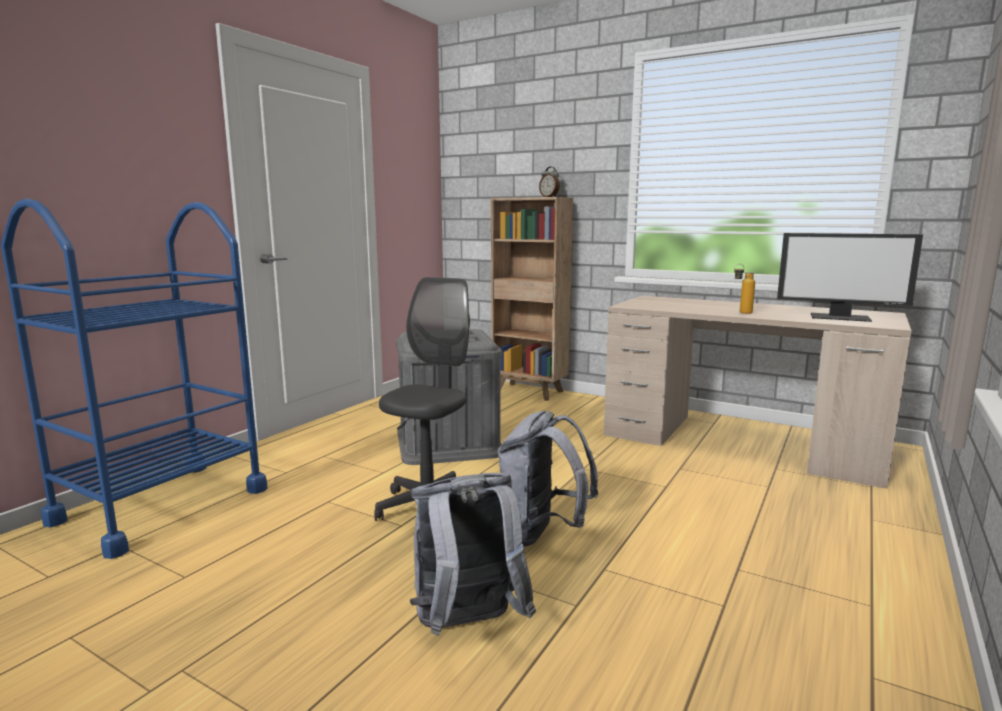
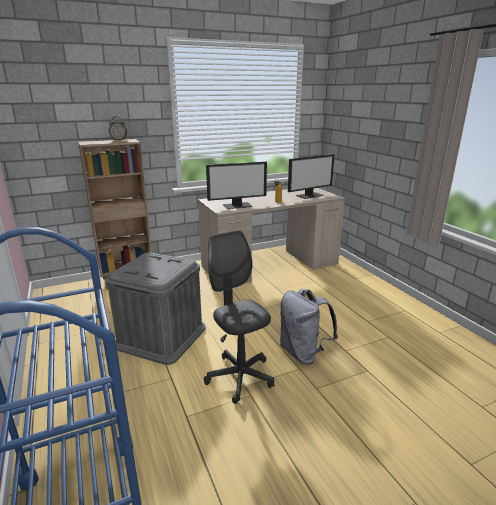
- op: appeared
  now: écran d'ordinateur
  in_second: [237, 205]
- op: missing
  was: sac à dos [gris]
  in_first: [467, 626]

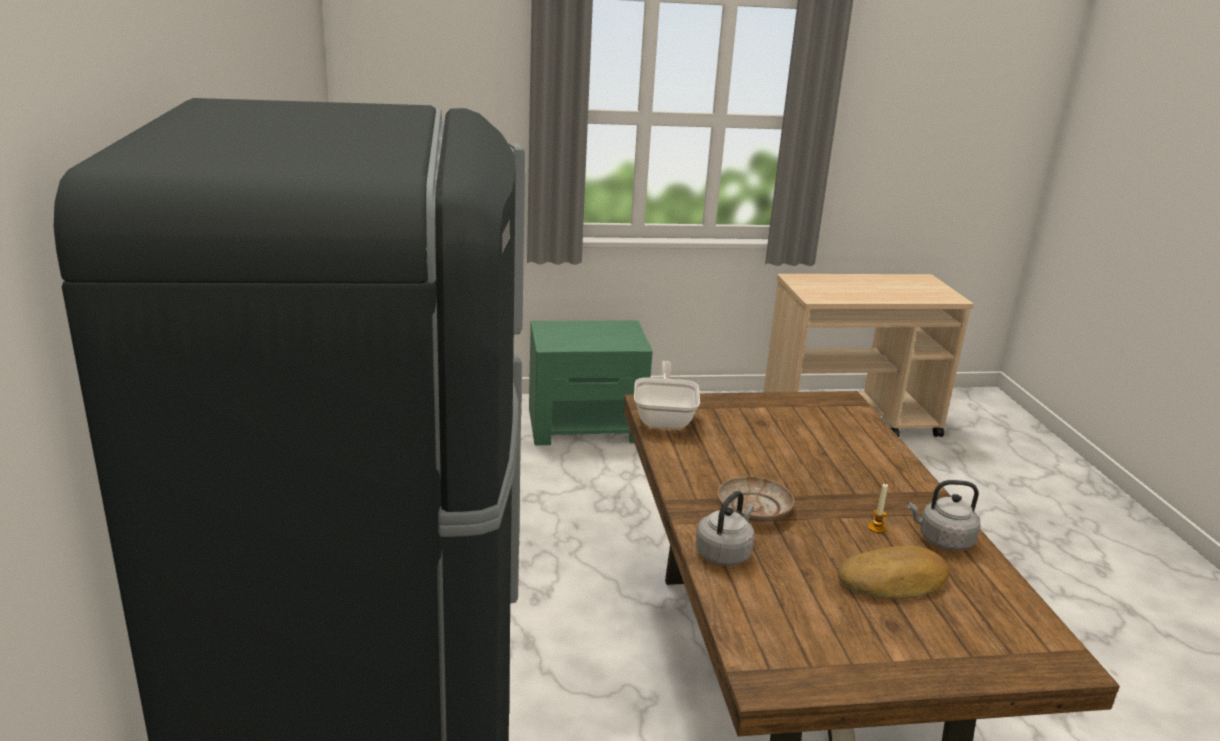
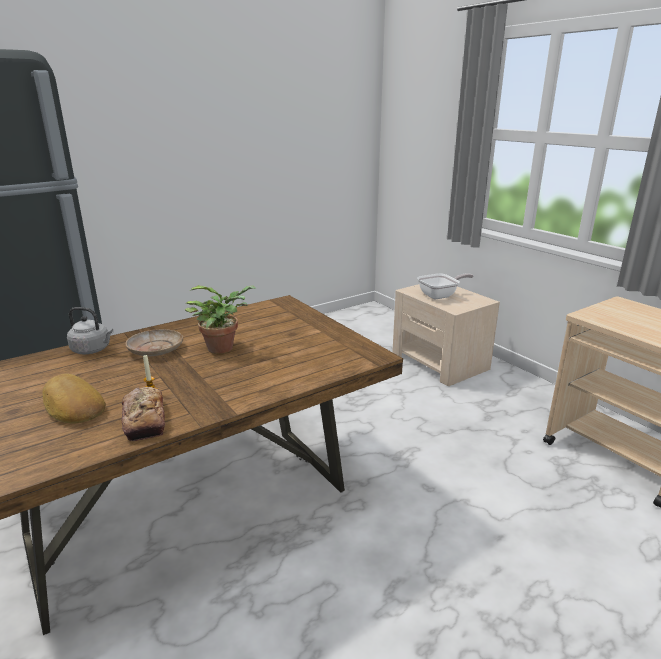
- op: exchanged
  was: bouilloire [gris]
  now: pain
  in_first: [942, 540]
  in_second: [144, 419]
- op: appeared
  now: plante en pot
  in_second: [223, 347]
- op: colour
  was: table de chevet [vert]
  now: table de chevet [beige]
  in_first: [586, 425]
  in_second: [440, 362]
- op: relocated
  was: poêle
  in_first: [665, 418]
  in_second: [441, 295]

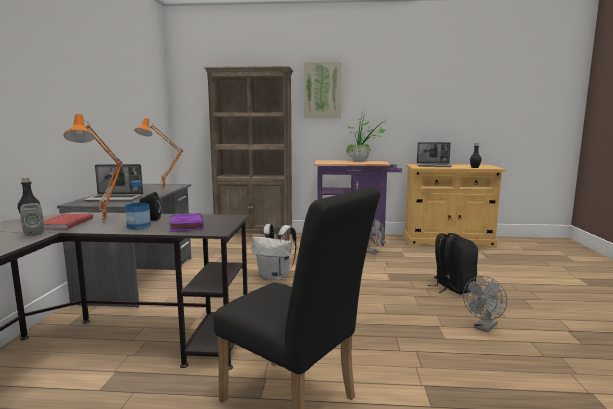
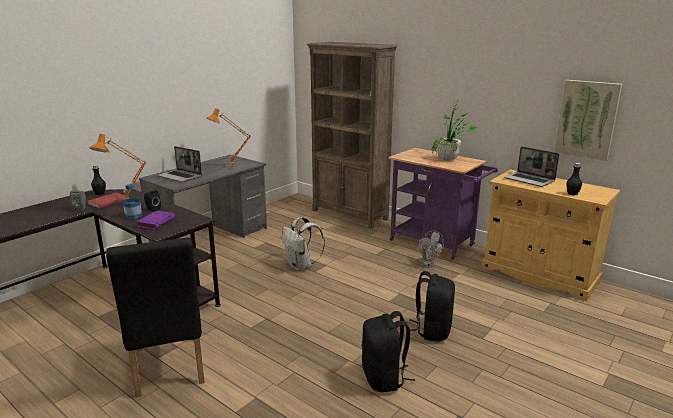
- op: exchanged
  was: ventilateur [gris]
  now: sac à dos [noir]
  in_first: [484, 328]
  in_second: [384, 378]
- op: relocated
  was: tableau
  in_first: [322, 90]
  in_second: [587, 119]

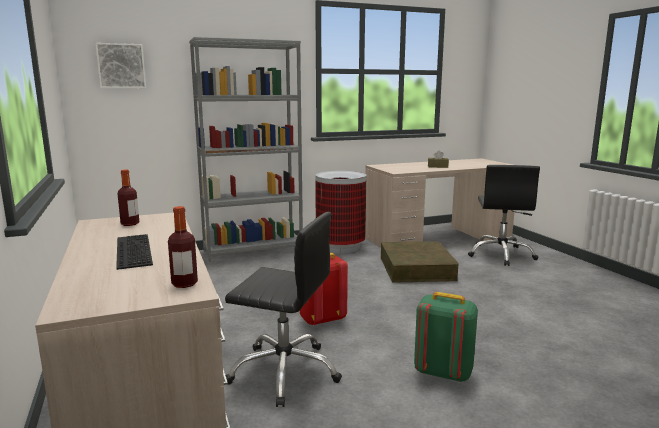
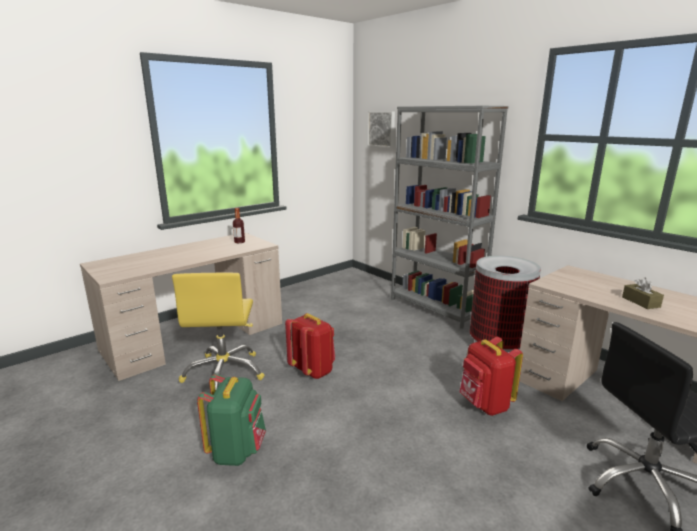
- op: colour
  was: chaise de bureau [noir]
  now: chaise de bureau [jaune]
  in_first: [285, 371]
  in_second: [224, 373]
- op: exchanged
  was: boîte de rangement [marron]
  now: sac à dos [rouge]
  in_first: [416, 268]
  in_second: [484, 405]
- op: missing
  was: clavier
  in_first: [131, 250]
- op: missing
  was: bouteille
  in_first: [184, 284]

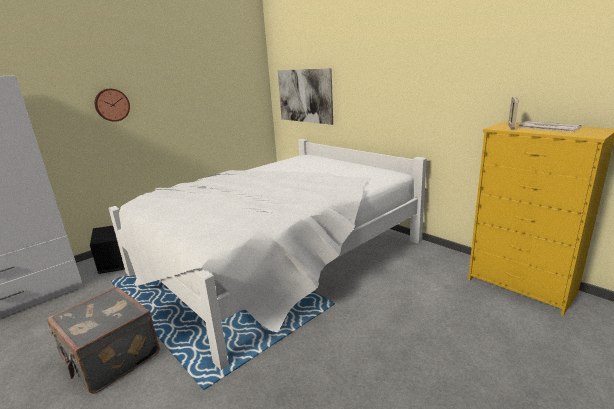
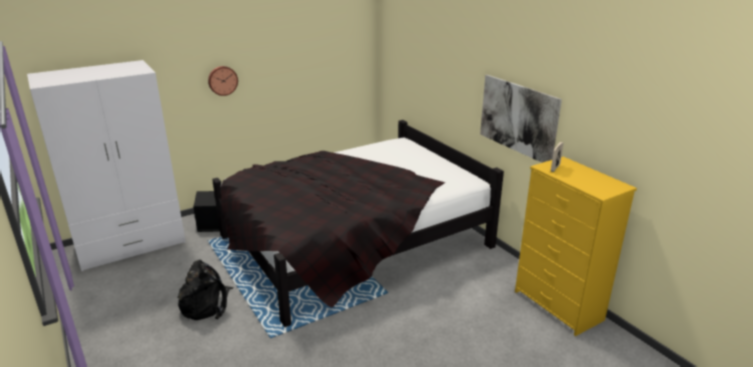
- op: exchanged
  was: valise [gris]
  now: sac à dos [noir]
  in_first: [110, 358]
  in_second: [206, 304]
- op: colour
  was: lit [blanc]
  now: lit [noir]
  in_first: [278, 258]
  in_second: [354, 242]
- op: relocated
  was: tableau
  in_first: [304, 96]
  in_second: [518, 118]
- op: missing
  was: journal
  in_first: [547, 127]

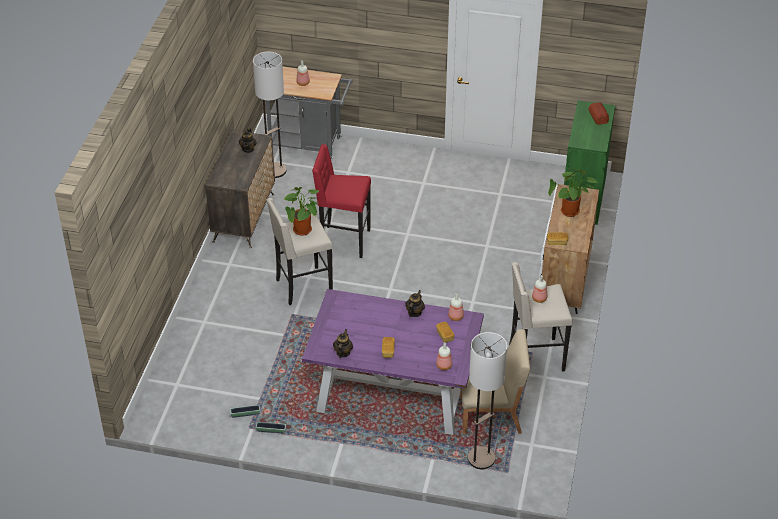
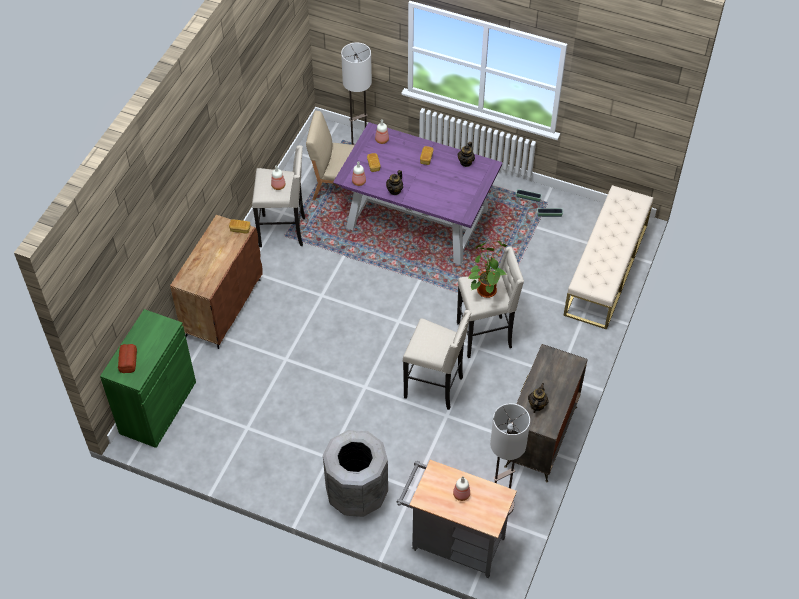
- op: colour
  was: meuble de rangement [blanc]
  now: meuble de rangement [marron]
  in_first: [564, 279]
  in_second: [223, 307]
- op: appeared
  now: poubelle [gris]
  in_second: [356, 494]
- op: colour
  was: tabouret [rouge]
  now: tabouret [beige]
  in_first: [343, 241]
  in_second: [435, 387]
- op: appeared
  now: banc [beige]
  in_second: [606, 269]
- op: missing
  was: plante en pot
  in_first: [570, 213]

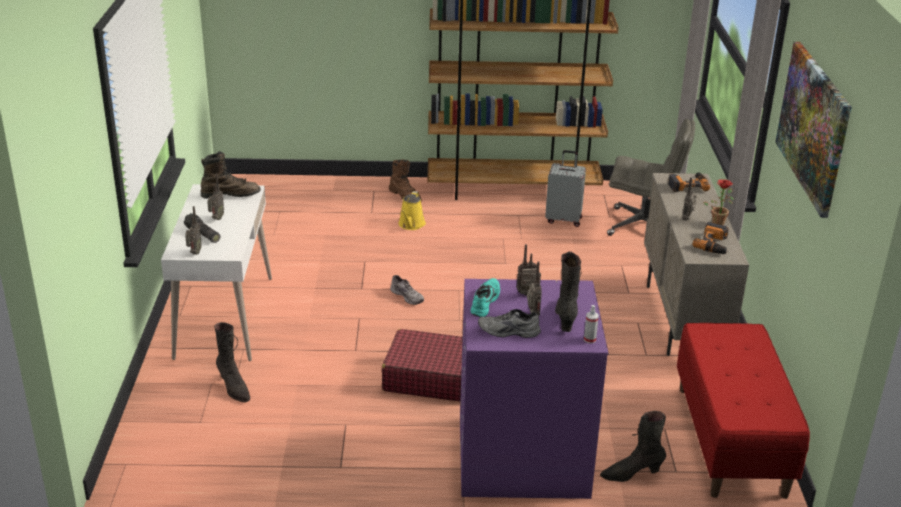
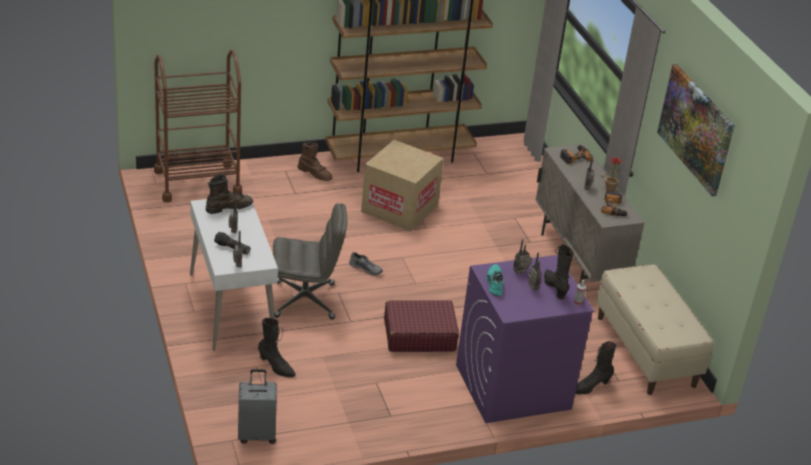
- op: appeared
  now: chariot [marron]
  in_second: [197, 182]
- op: relocated
  was: valise [gris]
  in_first: [564, 219]
  in_second: [257, 435]
- op: relocated
  was: chaise de bureau [gris]
  in_first: [643, 226]
  in_second: [305, 300]
- op: appeared
  now: carton
  in_second: [399, 208]
- op: colour
  was: banc [rouge]
  now: banc [beige]
  in_first: [731, 440]
  in_second: [646, 351]
- op: missing
  was: arrosoir [jaune]
  in_first: [411, 225]
- op: missing
  was: chaussure [gris]
  in_first: [508, 332]

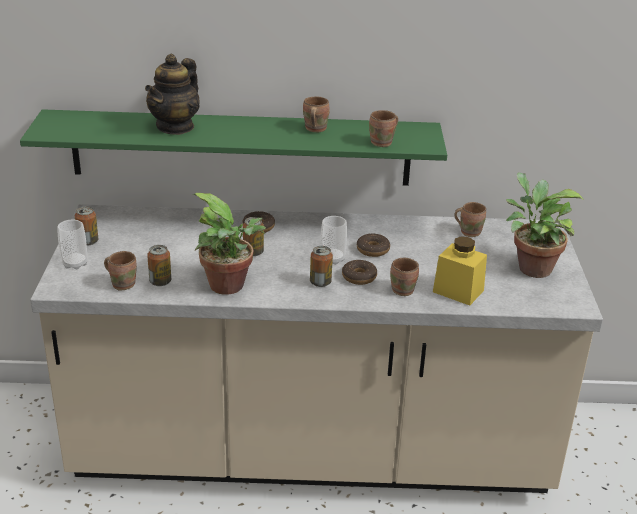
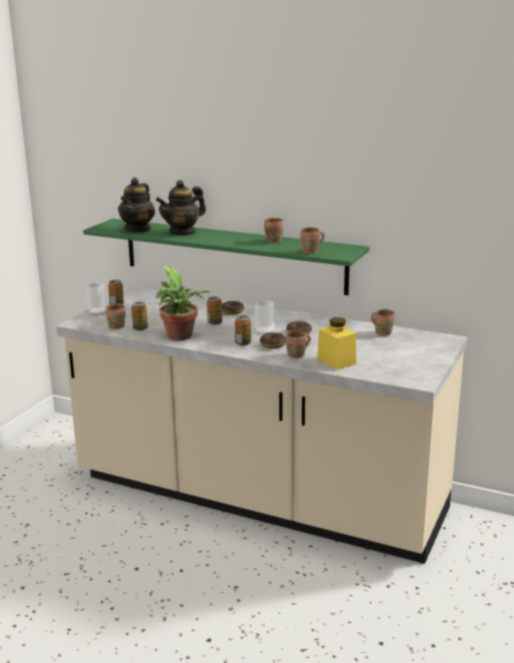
- op: appeared
  now: théière
  in_second: [138, 229]
- op: missing
  was: plante en pot
  in_first: [530, 267]

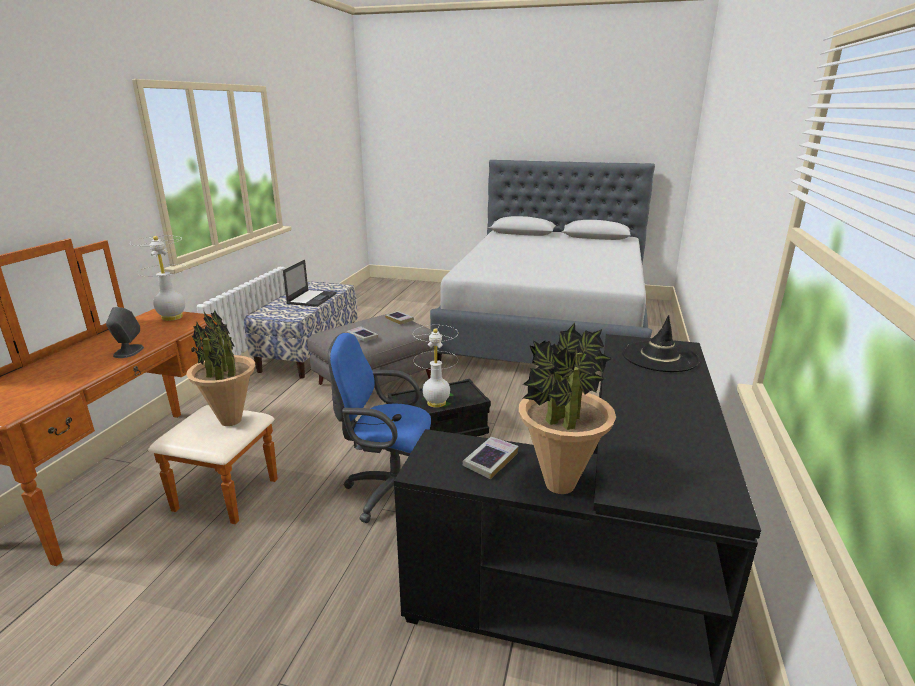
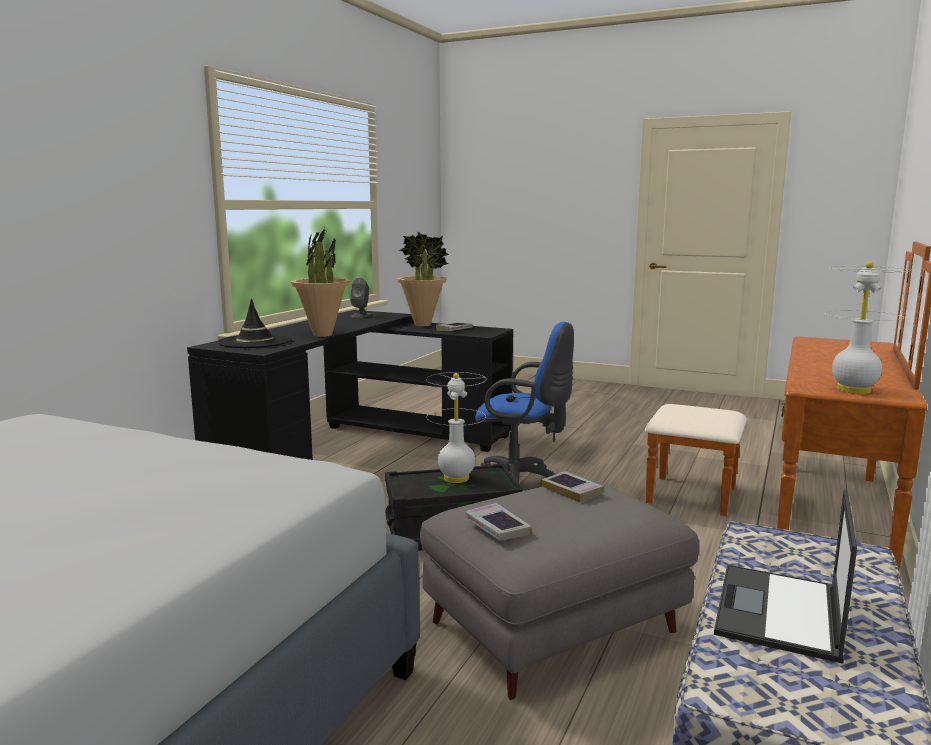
- op: relocated
  was: plante en pot
  in_first: [231, 421]
  in_second: [322, 335]
- op: relocated
  was: enceinte [gris]
  in_first: [128, 351]
  in_second: [361, 315]

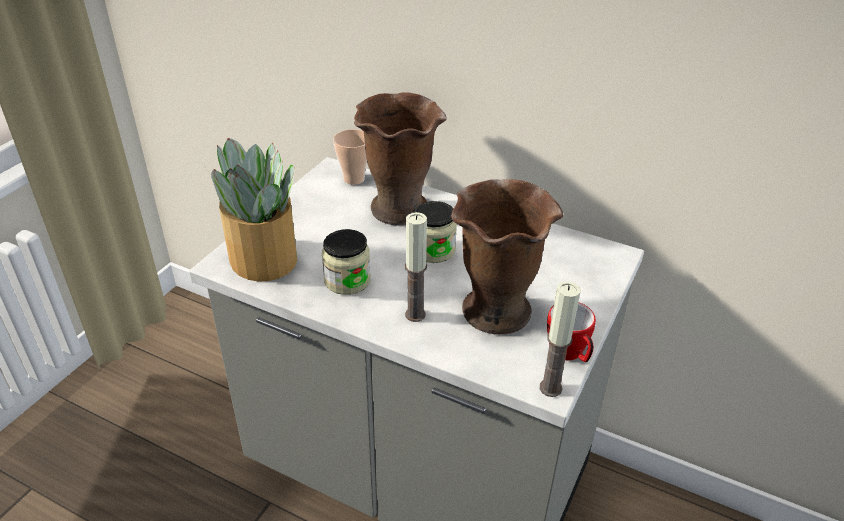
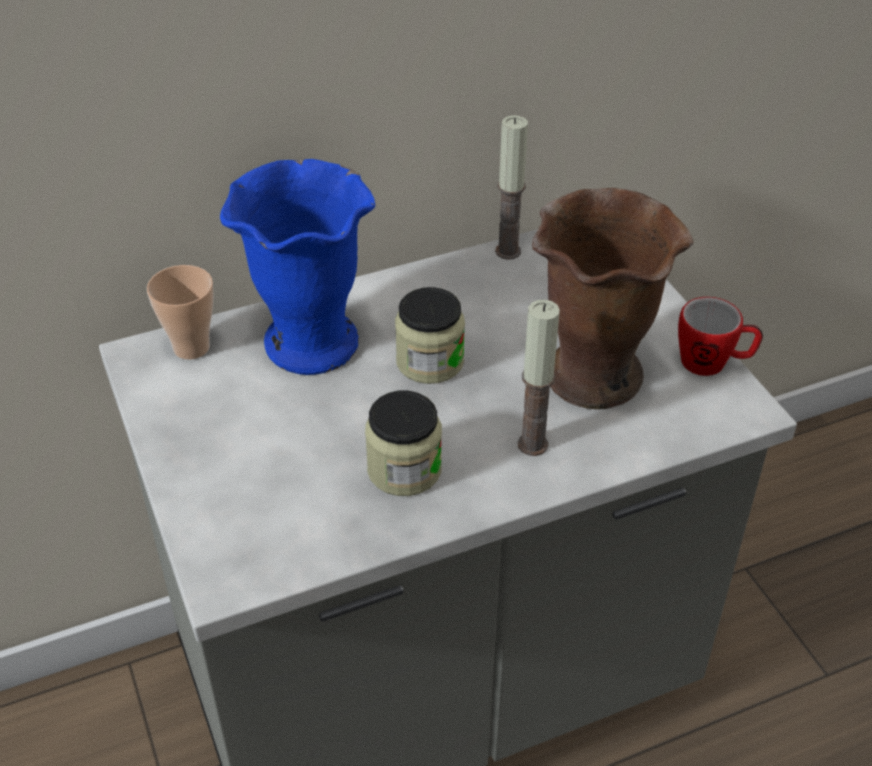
- op: colour
  was: vase [marron]
  now: vase [bleu]
  in_first: [400, 208]
  in_second: [311, 342]
- op: relocated
  was: bougie
  in_first: [550, 388]
  in_second: [508, 251]
- op: missing
  was: plante en pot
  in_first: [263, 260]

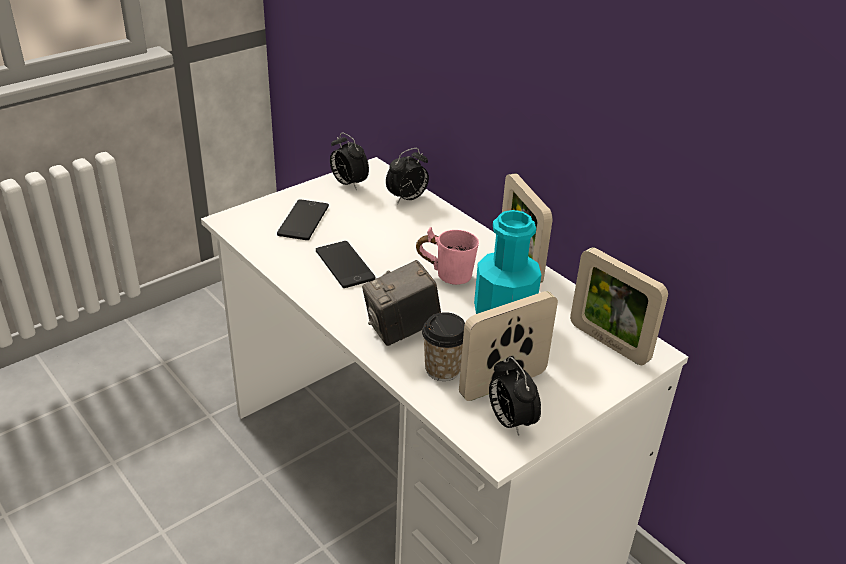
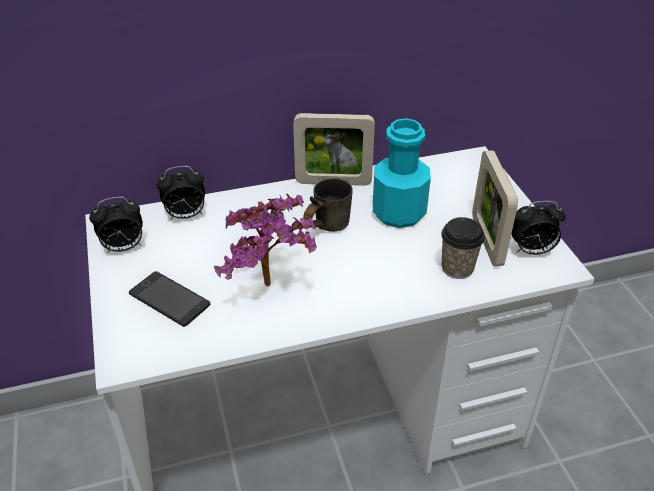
- op: spun
  was: réveil
  in_first: [407, 199]
  in_second: [185, 216]
  clockwise: 90
- op: exchanged
  was: téléphone
  now: plante en pot
  in_first: [344, 265]
  in_second: [272, 288]
- op: colour
  was: mug [rose]
  now: mug [gris]
  in_first: [447, 273]
  in_second: [324, 226]
- op: missing
  was: appareil photo
  in_first: [402, 330]
- op: missing
  was: cadre photo
  in_first: [608, 343]

